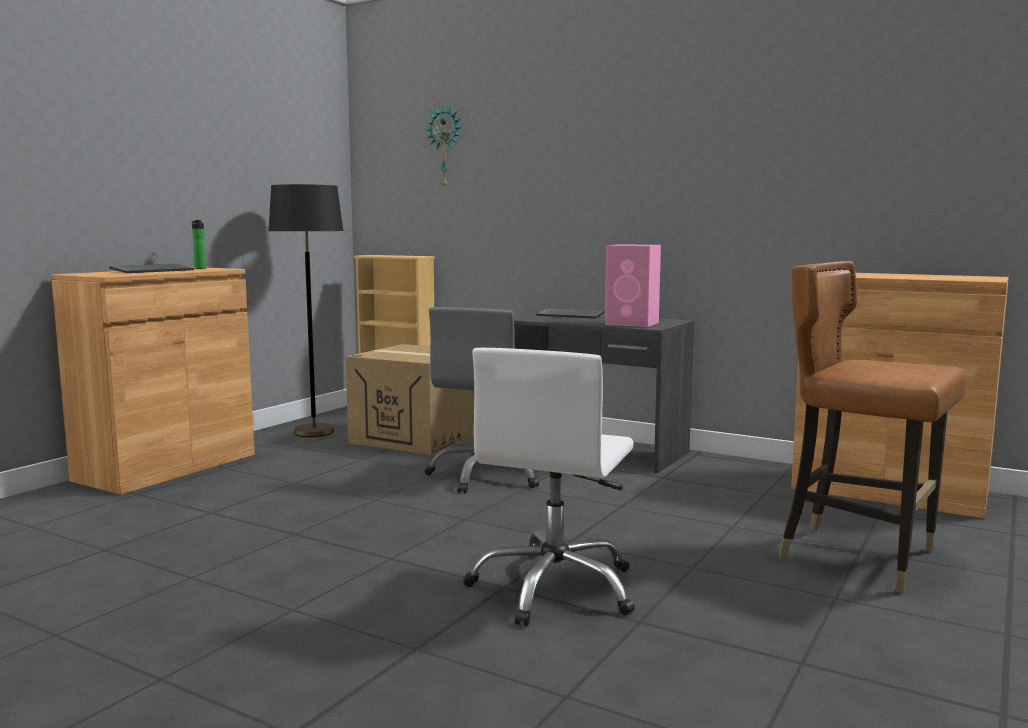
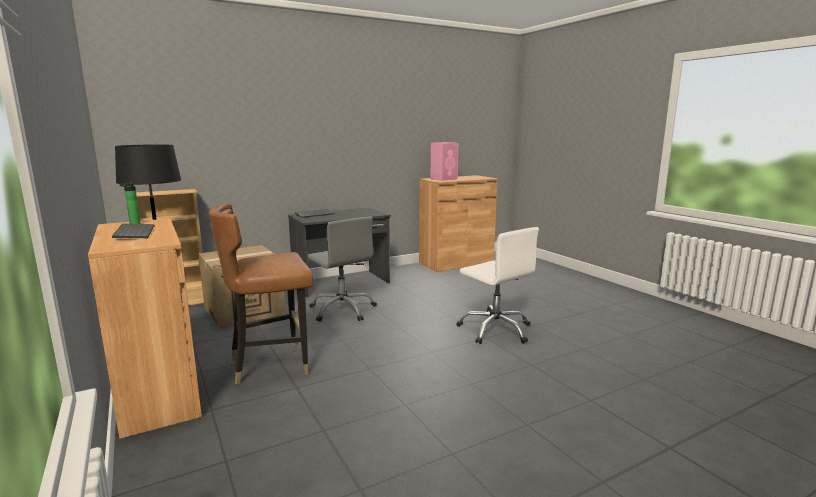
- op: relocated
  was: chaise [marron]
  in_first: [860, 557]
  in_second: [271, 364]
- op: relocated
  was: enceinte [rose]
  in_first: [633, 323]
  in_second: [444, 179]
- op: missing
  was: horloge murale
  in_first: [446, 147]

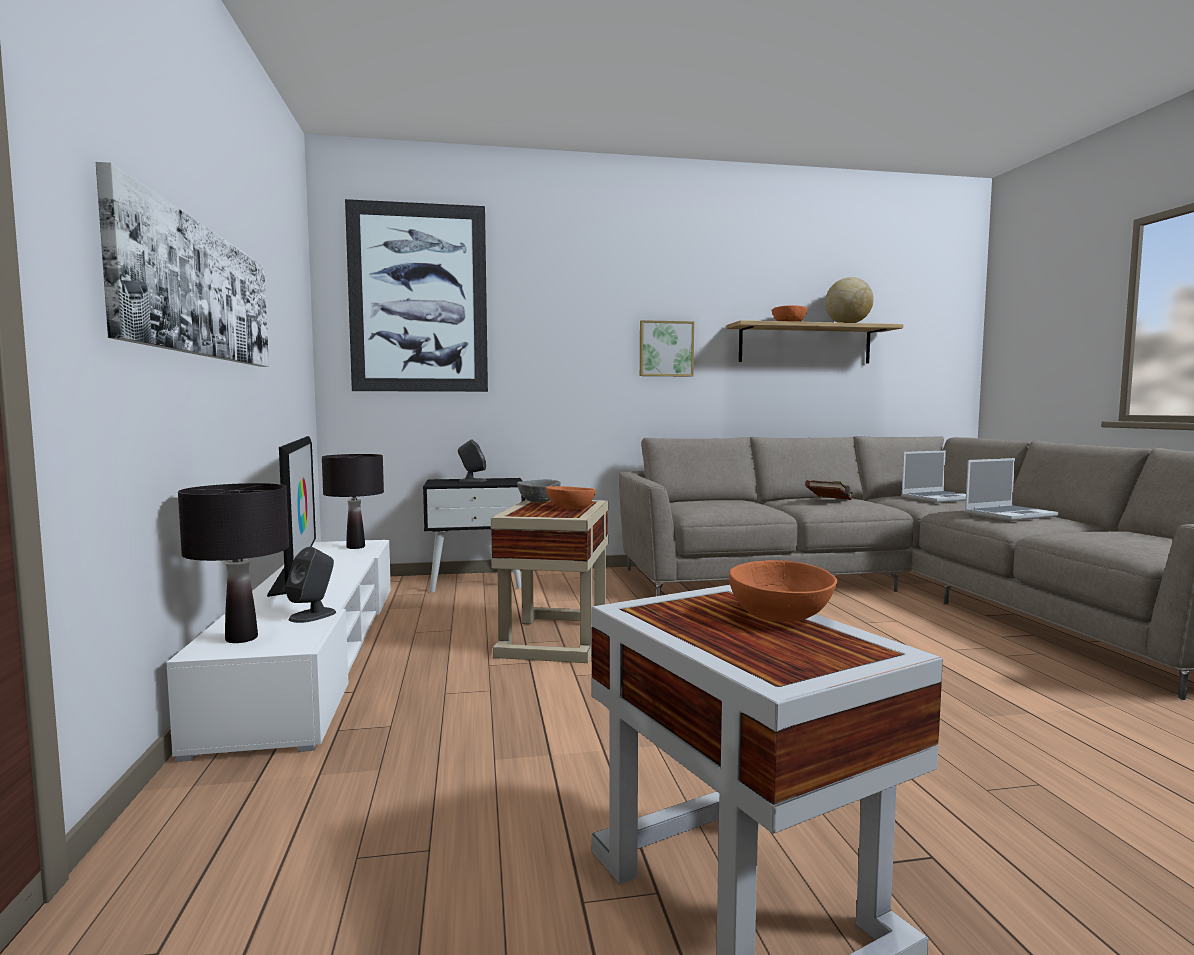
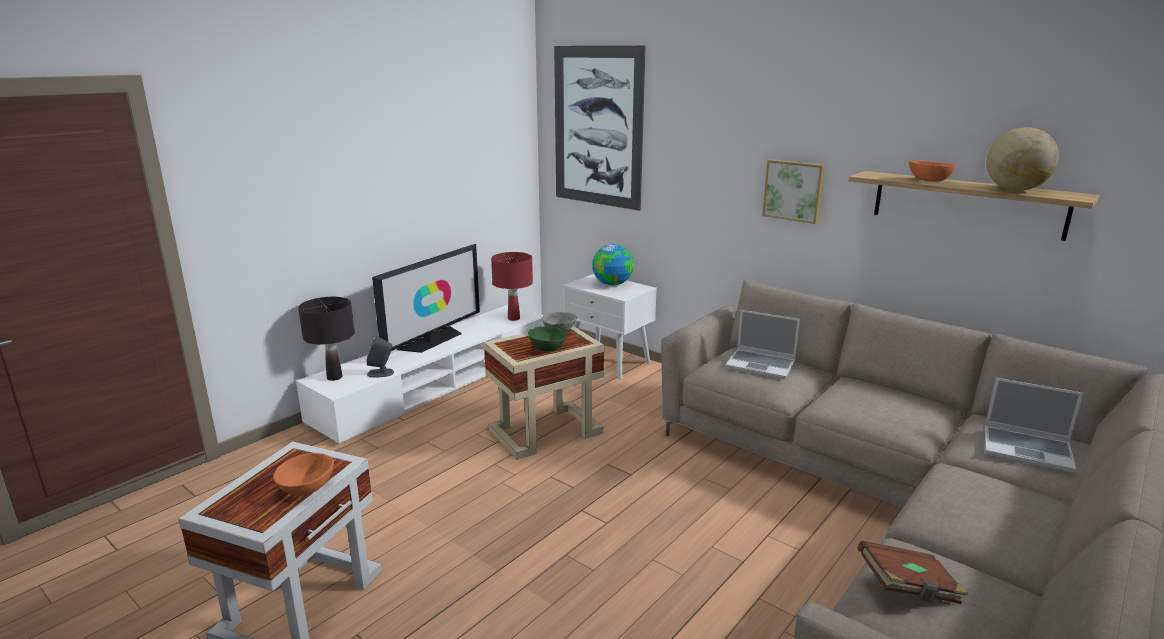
- op: colour
  was: lampe de table [noir]
  now: lampe de table [rouge]
  in_first: [355, 547]
  in_second: [513, 318]
- op: colour
  was: bol [orange]
  now: bol [vert]
  in_first: [570, 508]
  in_second: [547, 348]
- op: colour
  was: table de chevet [noir]
  now: table de chevet [blanc]
  in_first: [476, 582]
  in_second: [608, 362]
- op: exchanged
  was: enceinte [gris]
  now: globe
  in_first: [472, 480]
  in_second: [612, 284]
- op: relocated
  was: ordinateur portable
  in_first: [1010, 515]
  in_second: [761, 365]
- op: relocated
  was: livre [marron]
  in_first: [830, 501]
  in_second: [908, 588]
- op: missing
  was: tableau
  in_first: [200, 292]

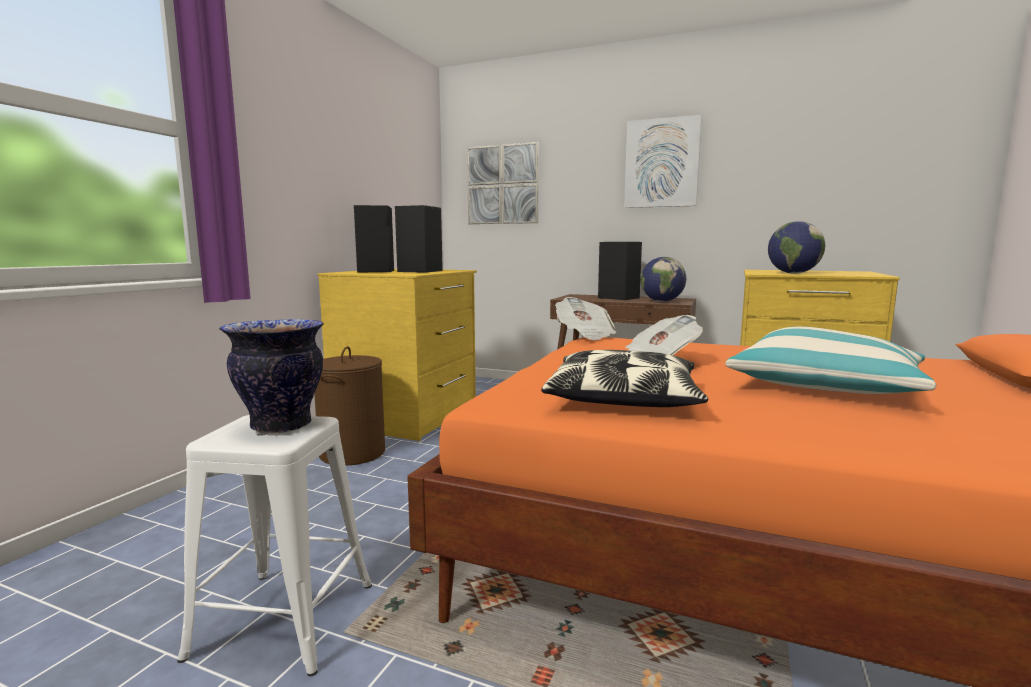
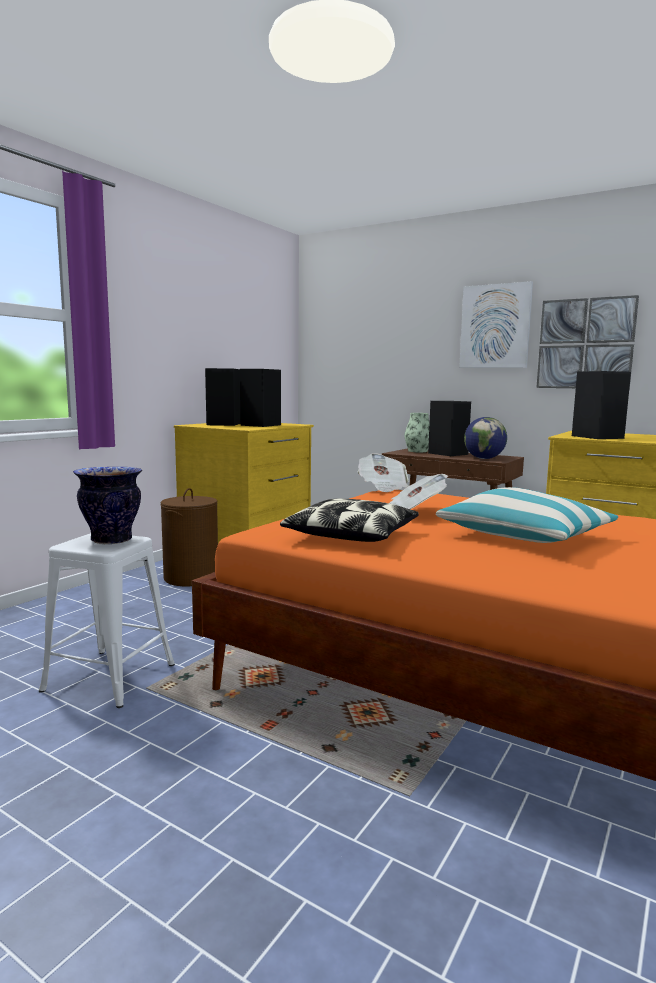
- op: appeared
  now: vase
  in_second: [417, 451]
- op: relocated
  was: tableau
  in_first: [502, 185]
  in_second: [585, 344]
- op: exchanged
  was: globe
  now: enceinte [noir]
  in_first: [793, 273]
  in_second: [598, 437]

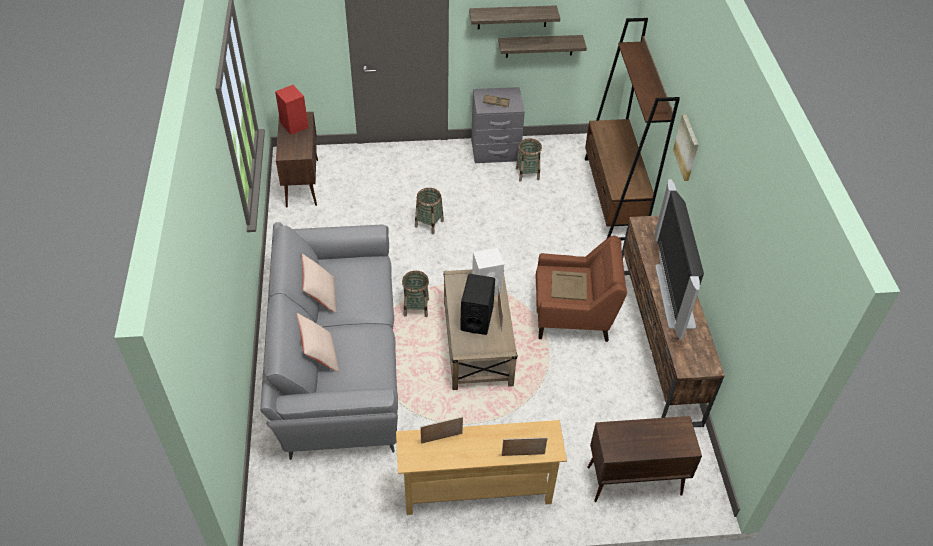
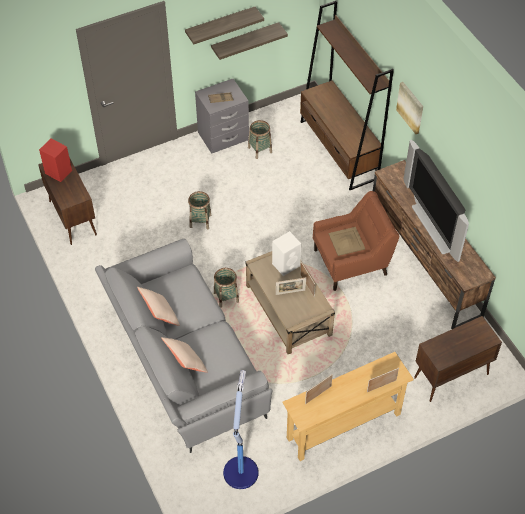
- op: appeared
  now: lampadaire
  in_second: [240, 471]
- op: exchanged
  was: enceinte [noir]
  now: cadre photo
  in_first: [477, 318]
  in_second: [290, 292]

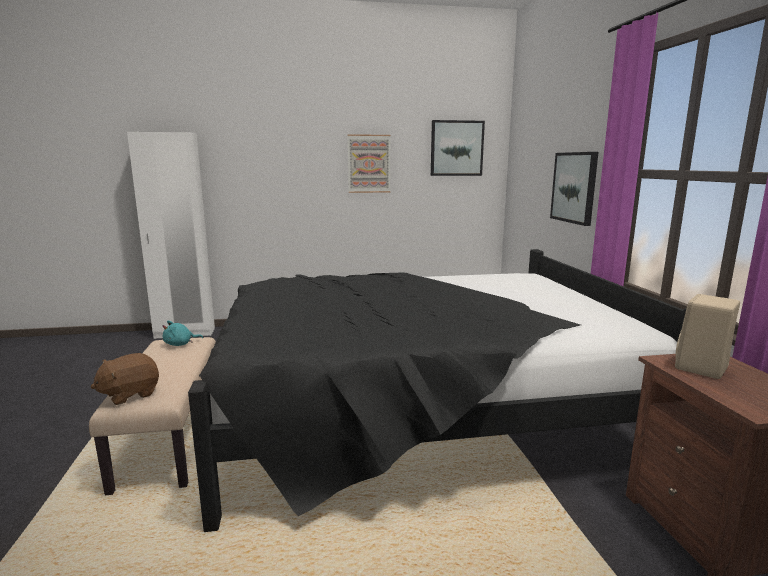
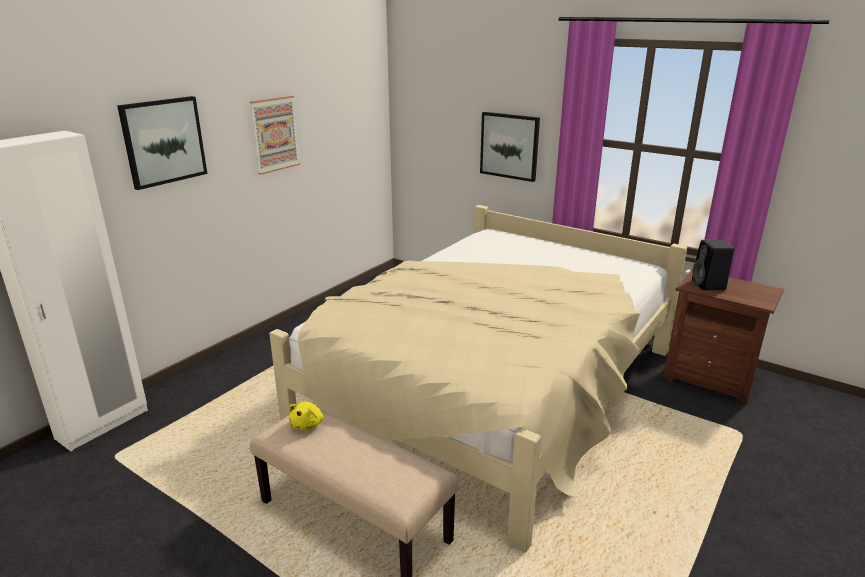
- op: relocated
  was: tableau
  in_first: [456, 148]
  in_second: [163, 141]
- op: colour
  was: lit [noir]
  now: lit [beige]
  in_first: [417, 413]
  in_second: [493, 387]
- op: colour
  was: peluche [turquoise]
  now: peluche [jaune]
  in_first: [180, 344]
  in_second: [307, 424]
- op: colour
  was: enceinte [beige]
  now: enceinte [noir]
  in_first: [701, 369]
  in_second: [709, 285]
- op: missing
  was: peluche [marron]
  in_first: [130, 394]

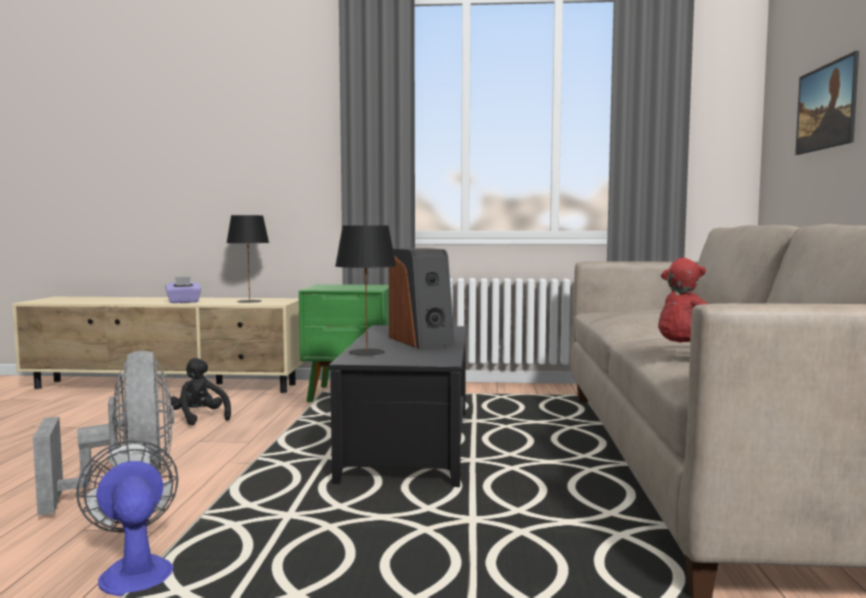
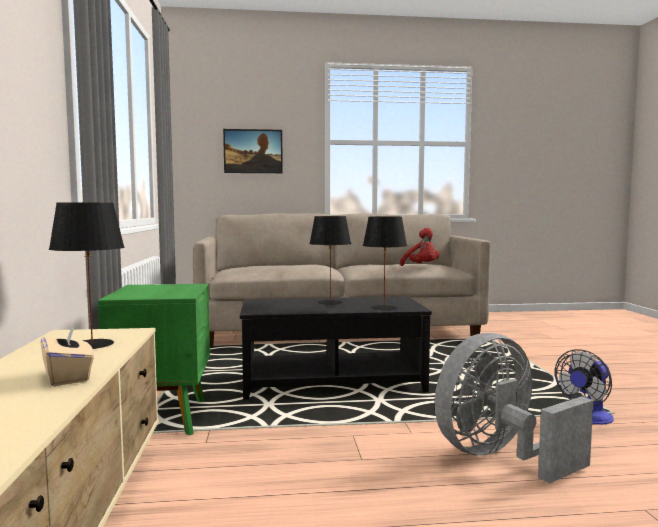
- op: colour
  was: boîte à mouchoirs [violet]
  now: boîte à mouchoirs [beige]
  in_first: [183, 302]
  in_second: [68, 377]
- op: exchanged
  was: enceinte
  now: lampe de table [noir]
  in_first: [422, 341]
  in_second: [329, 302]
- op: missing
  was: peluche [noir]
  in_first: [199, 418]

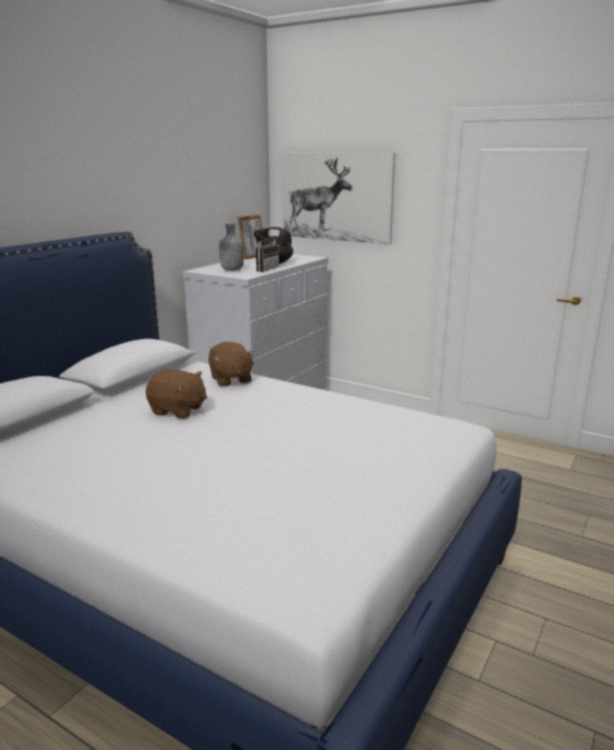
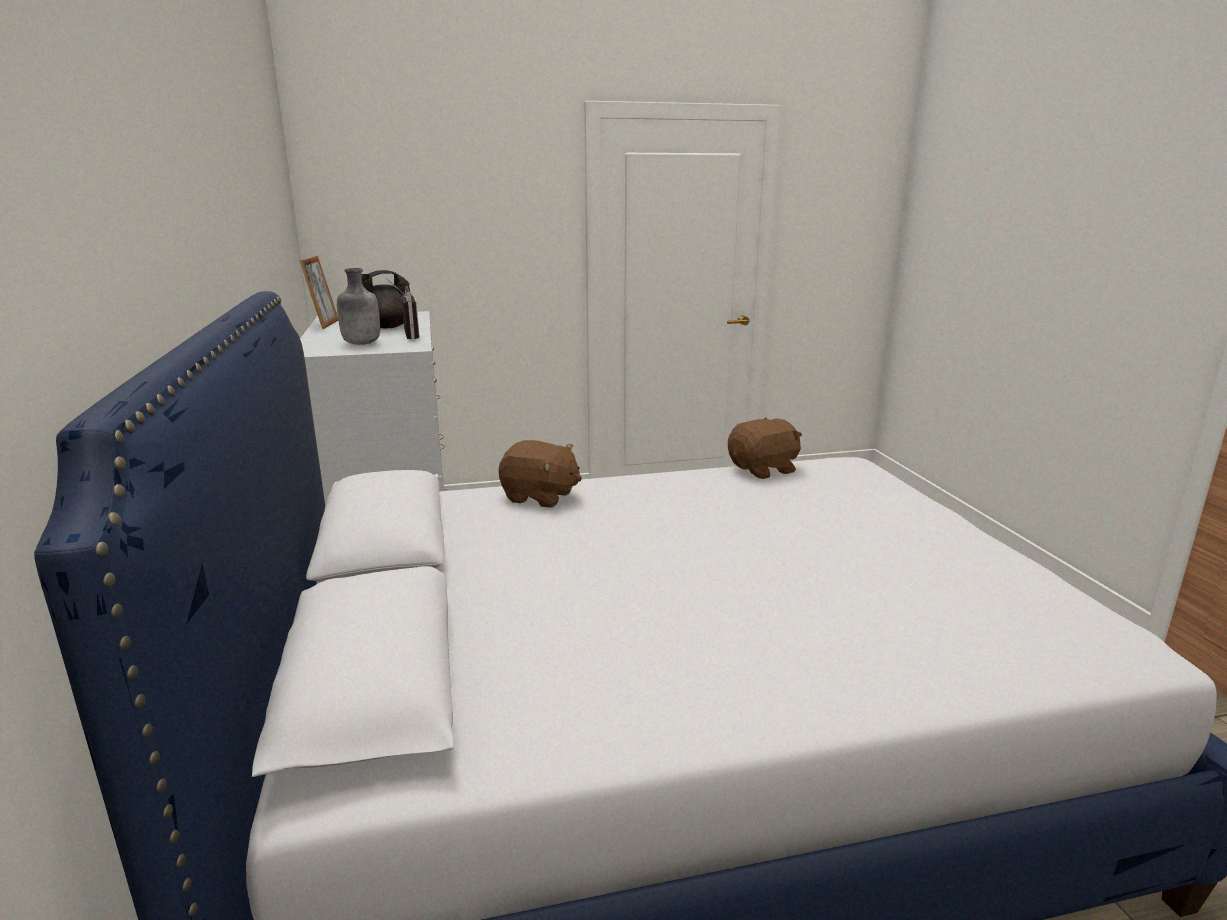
- op: relocated
  was: peluche [marron]
  in_first: [177, 410]
  in_second: [763, 469]
- op: missing
  was: tableau
  in_first: [336, 197]

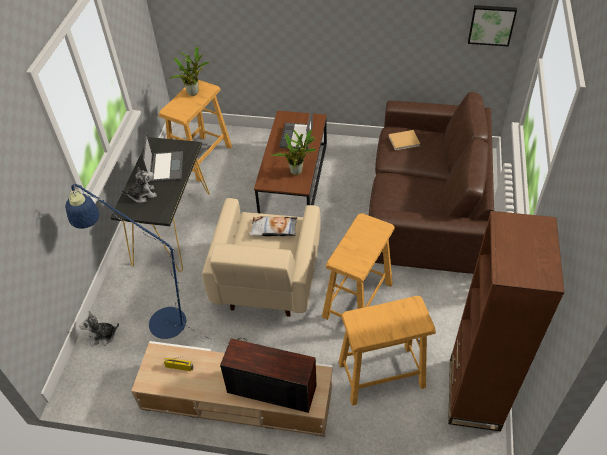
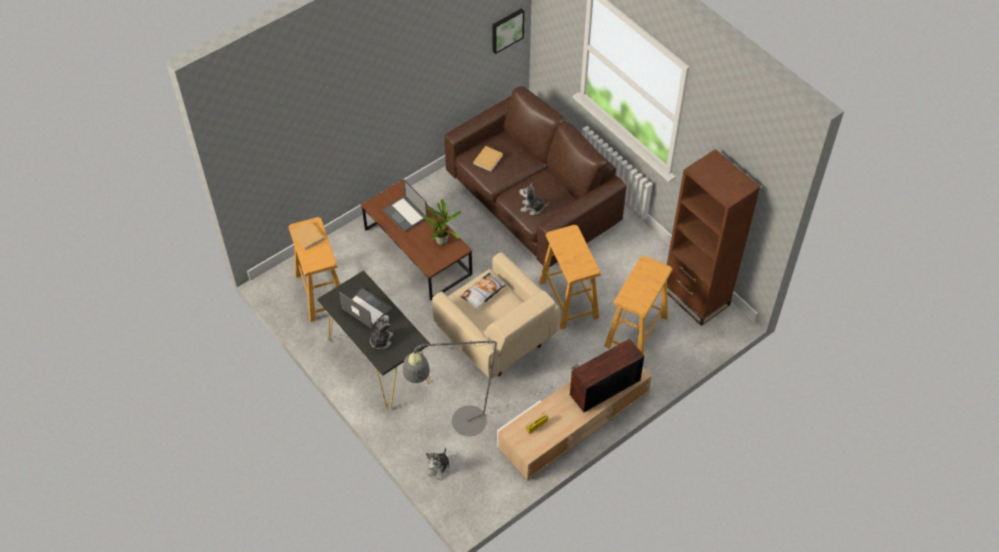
- op: exchanged
  was: plante en pot
  now: livre [beige]
  in_first: [194, 92]
  in_second: [307, 235]
- op: colour
  was: lampadaire [bleu]
  now: lampadaire [gris]
  in_first: [158, 319]
  in_second: [460, 424]
- op: appeared
  now: peluche
  in_second: [532, 207]

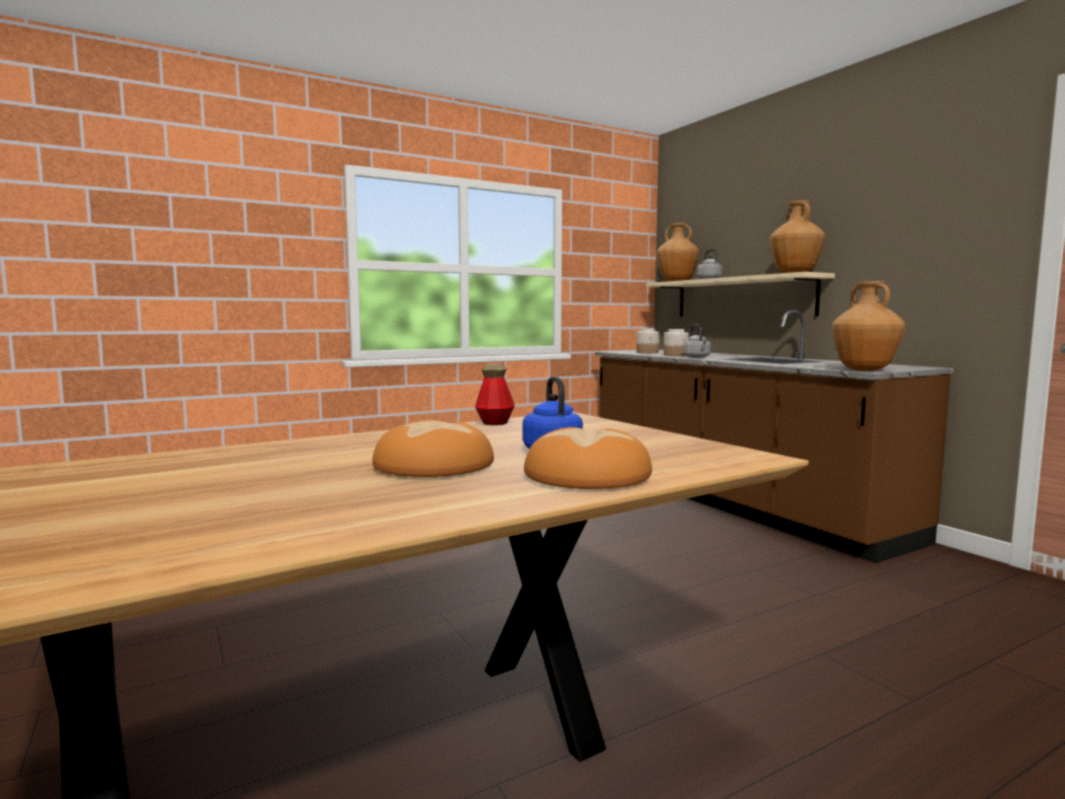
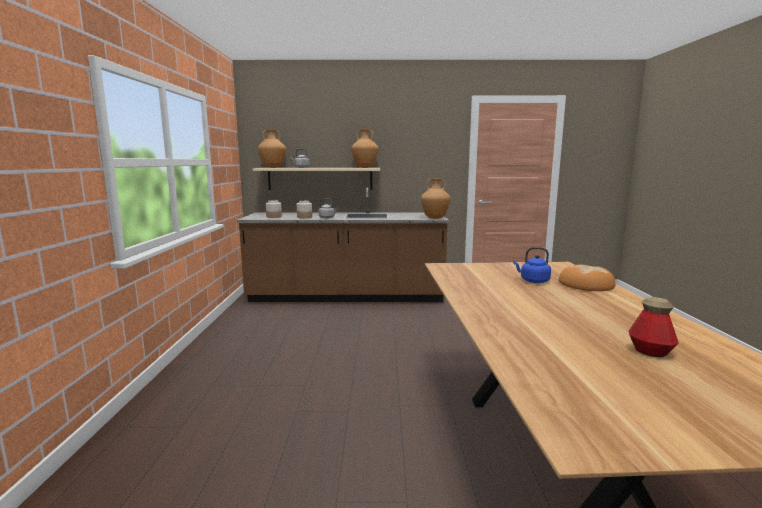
- op: relocated
  was: bouteille
  in_first: [495, 423]
  in_second: [650, 351]
- op: missing
  was: pain
  in_first: [433, 465]

